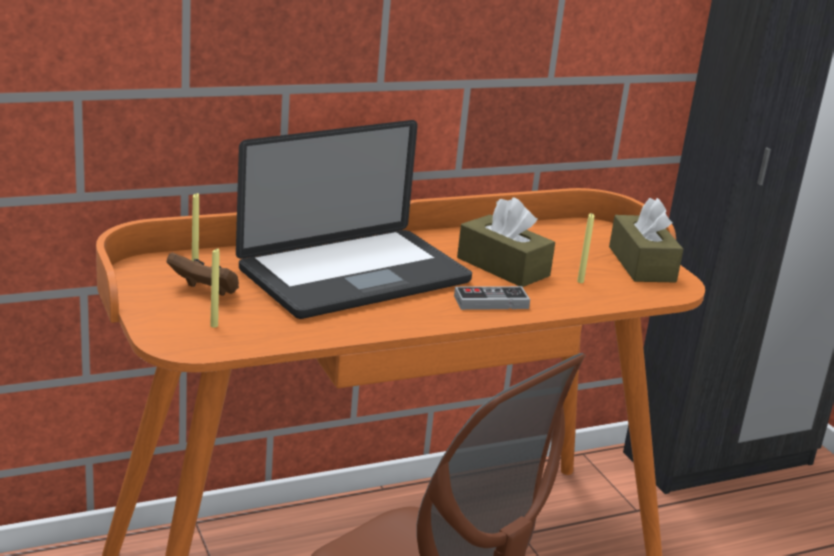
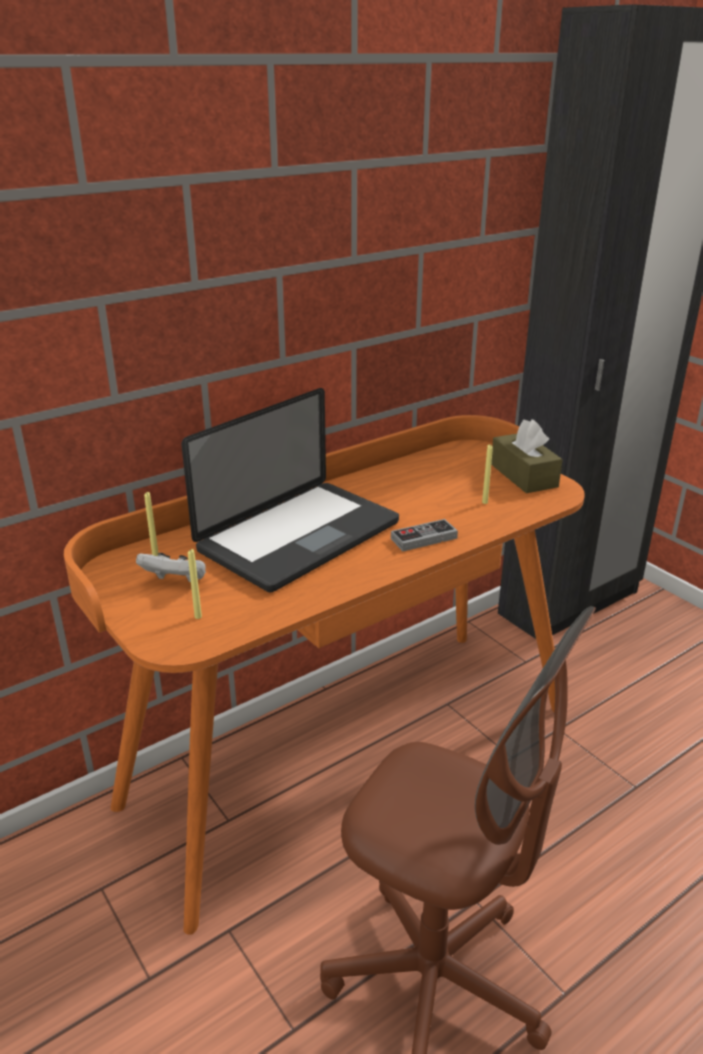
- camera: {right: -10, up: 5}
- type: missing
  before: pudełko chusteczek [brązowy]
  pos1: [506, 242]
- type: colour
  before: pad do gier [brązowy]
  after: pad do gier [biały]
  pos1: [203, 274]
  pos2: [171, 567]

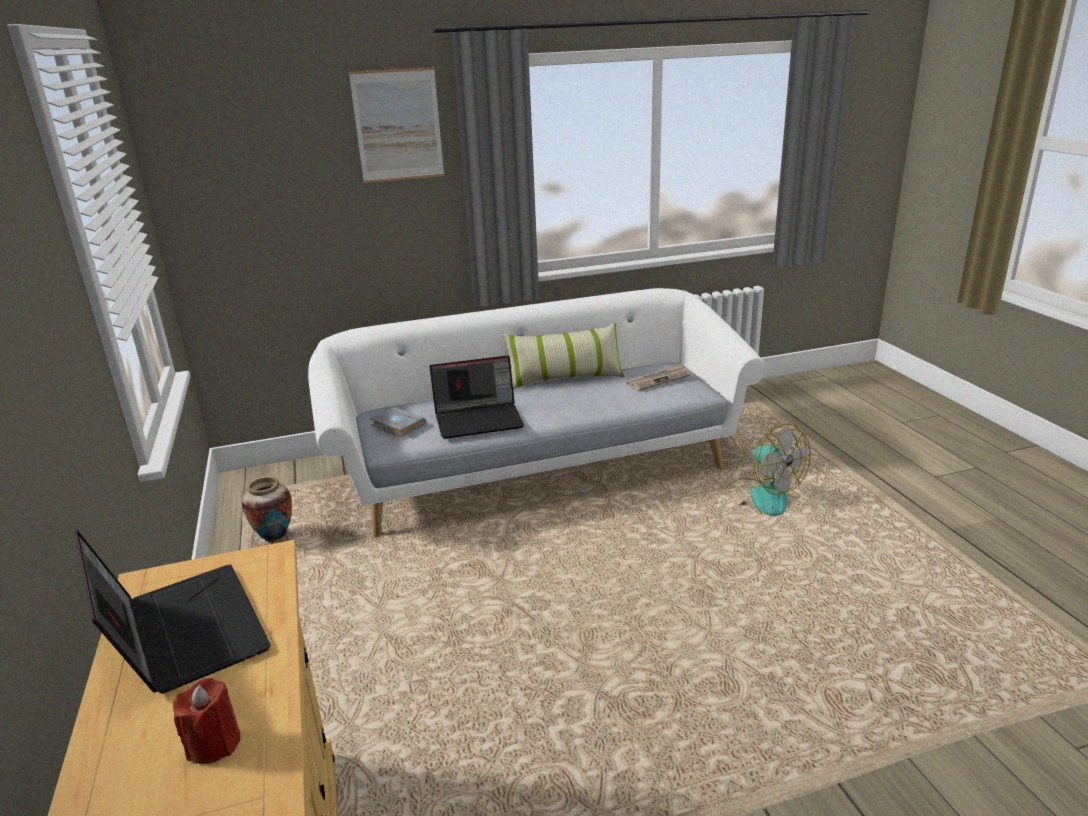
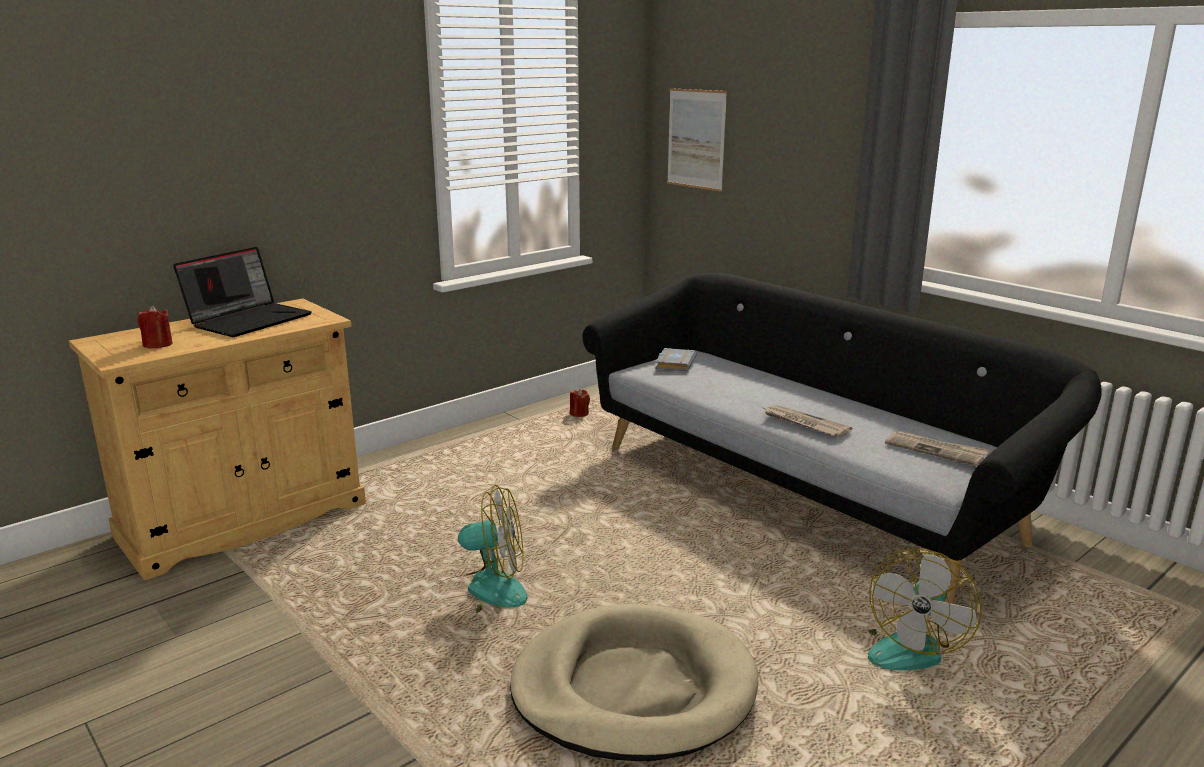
- camera: {right: 65, up: -5}
- type: relocated
  before: obraz
  pos1: [396, 125]
  pos2: [697, 140]
- type: colour
  before: kanapa [biały]
  after: kanapa [czarny]
  pos1: [536, 412]
  pos2: [842, 438]
- type: missing
  before: poduszka
  pos1: [563, 356]
- type: missing
  before: laptop
  pos1: [476, 397]
- type: exchanged
  before: wazon
  after: świeca [czerwony]
  pos1: [267, 509]
  pos2: [580, 403]
- type: appeared
  after: gazeta
  pos2: [808, 421]
- type: appeared
  after: wentylator
  pos2: [483, 549]
- type: appeared
  after: legowisko [beżowy]
  pos2: [634, 682]

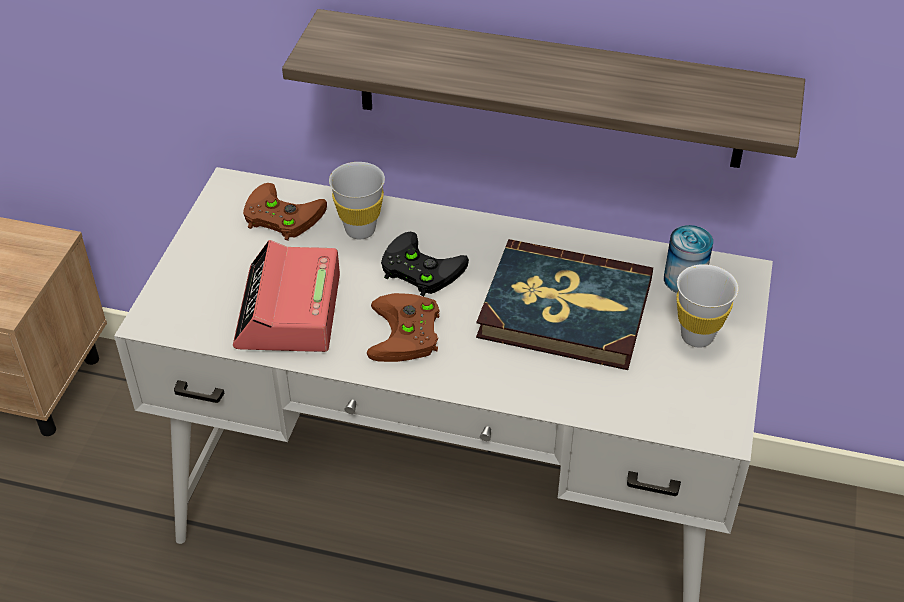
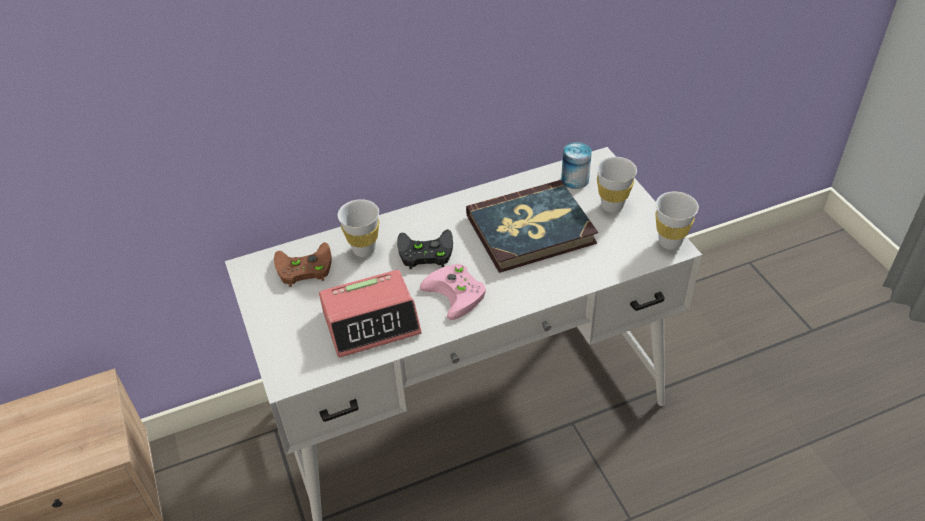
- camera: {right: -35, up: 0}
- type: missing
  before: półka
  pos1: [543, 88]
- type: spun
  before: budzik
  pos1: [286, 296]
  pos2: [370, 314]
  turn: -75
- type: colour
  before: pad do gier [brązowy]
  after: pad do gier [różowy]
  pos1: [403, 327]
  pos2: [453, 292]
- type: appeared
  after: filiżanka [biały]
  pos2: [677, 221]

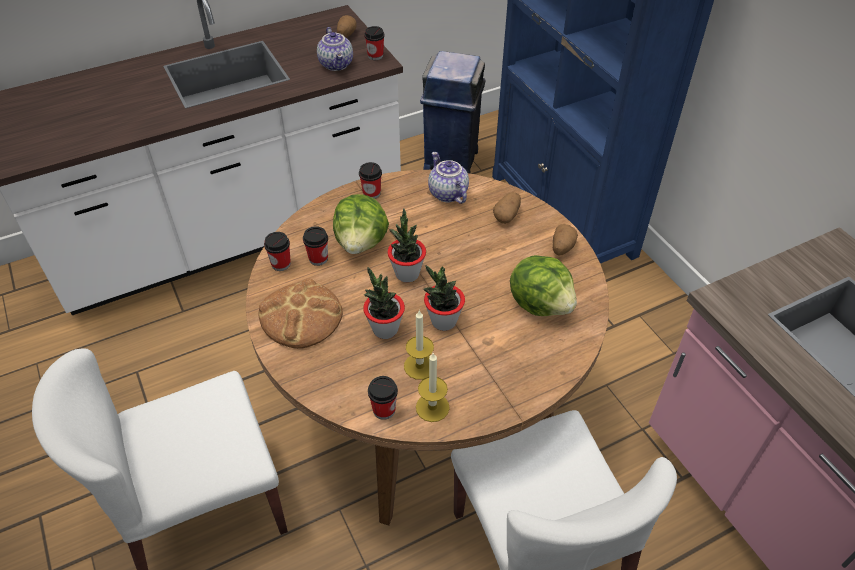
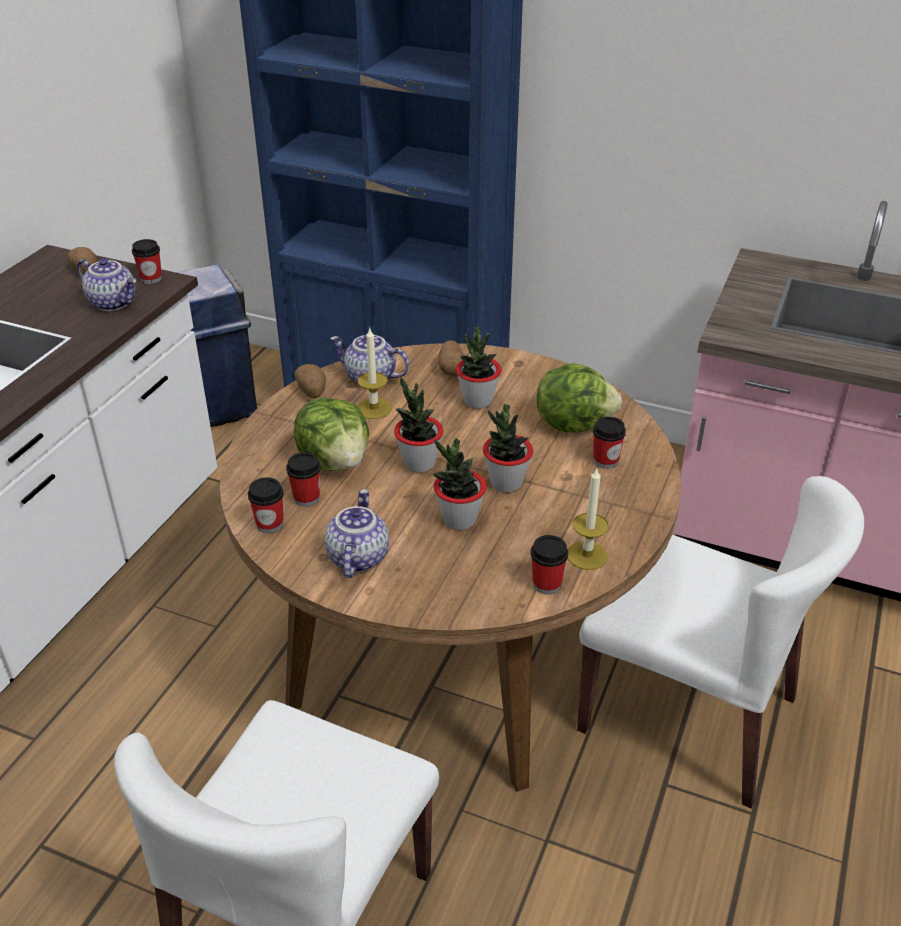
- camera: {right: -40, up: -10}
- type: relocated
  before: filiżanka
  pos1: [370, 180]
  pos2: [609, 442]
- type: relocated
  before: ziemniak
  pos1: [565, 239]
  pos2: [310, 381]
- type: exchanged
  before: chleb
  after: imbryk
  pos1: [300, 313]
  pos2: [357, 533]
- type: relocated
  before: świeca
  pos1: [419, 345]
  pos2: [374, 373]
- type: appeared
  after: roślina doniczkowa
  pos2: [479, 368]

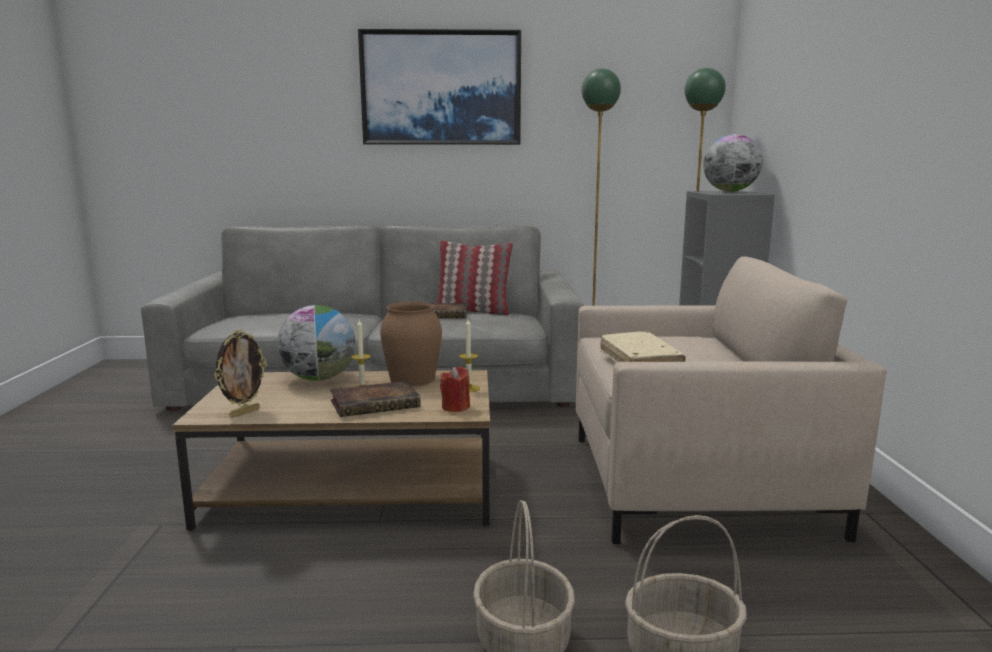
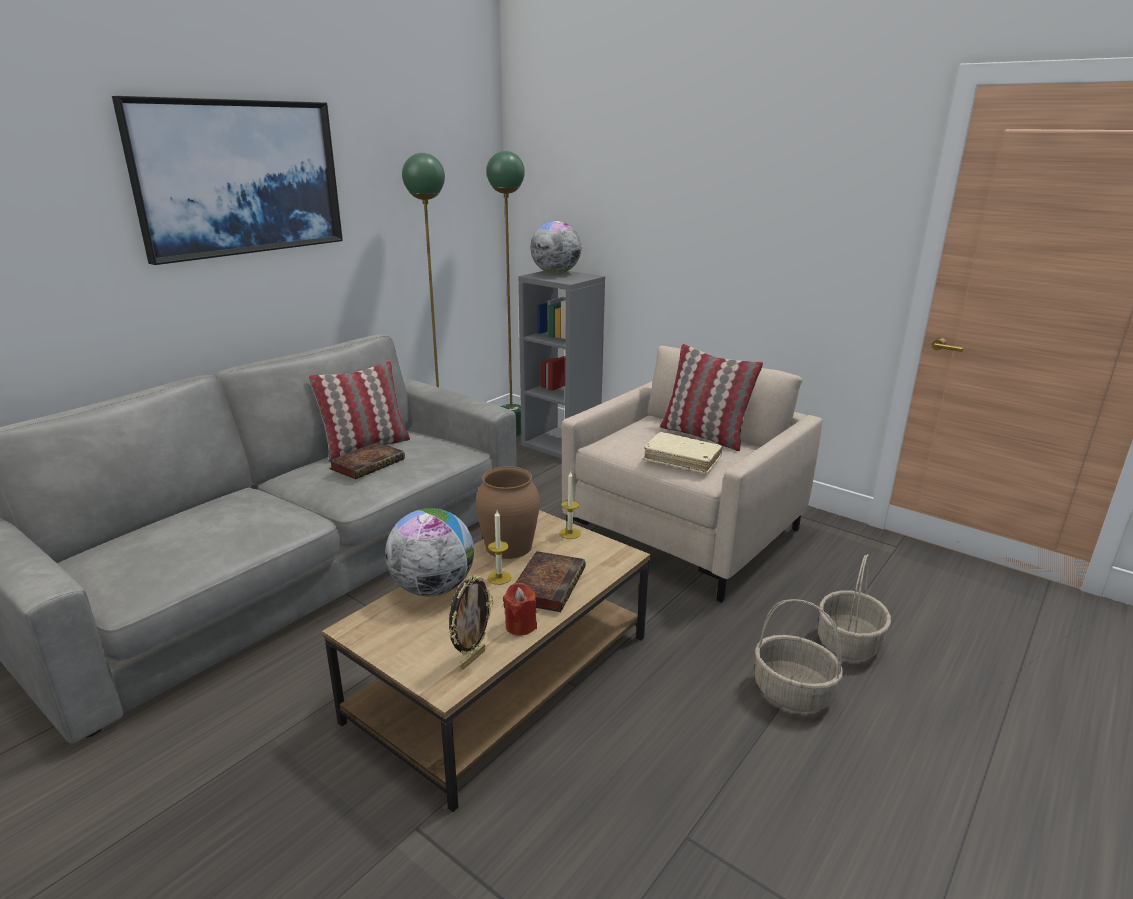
- camera: {right: -50, up: 10}
- type: spun
  before: ramka na zdjęcie
  pos1: [240, 374]
  pos2: [471, 622]
  turn: 45
- type: relocated
  before: świeca [czerwony]
  pos1: [455, 389]
  pos2: [520, 609]
- type: appeared
  after: poduszka
  pos2: [711, 397]

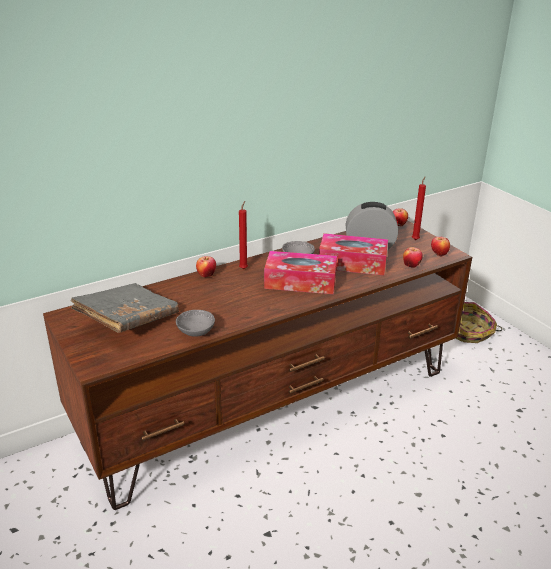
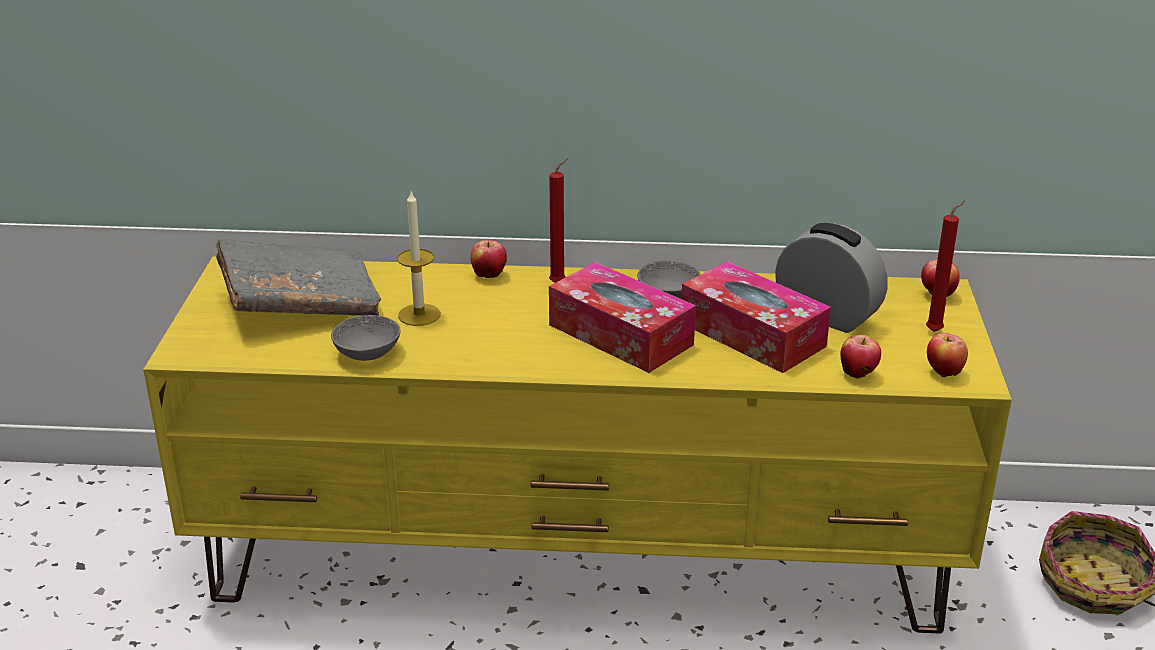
- camera: {right: 35, up: 0}
- type: colour
  before: szafka pod telewizor [brązowy]
  after: szafka pod telewizor [żółty]
  pos1: [257, 365]
  pos2: [577, 445]
- type: appeared
  after: świeca
  pos2: [419, 258]

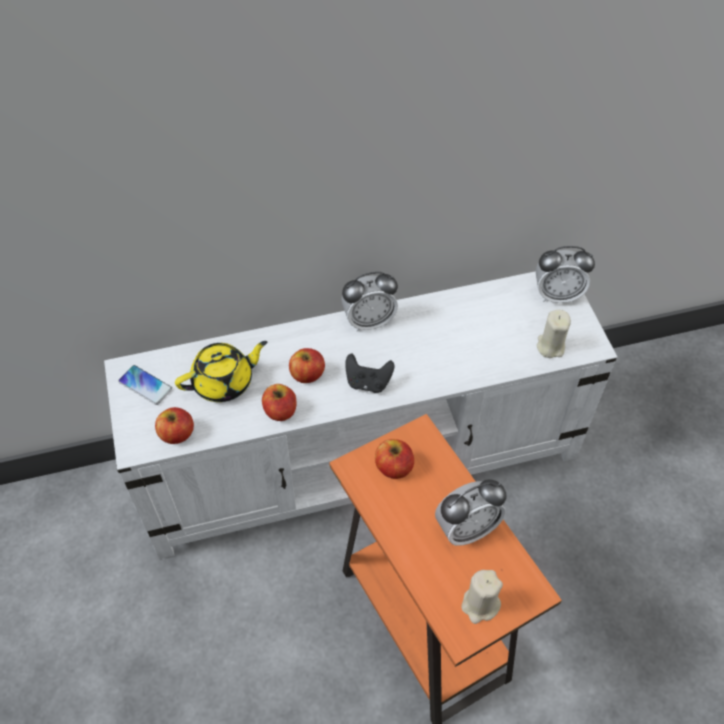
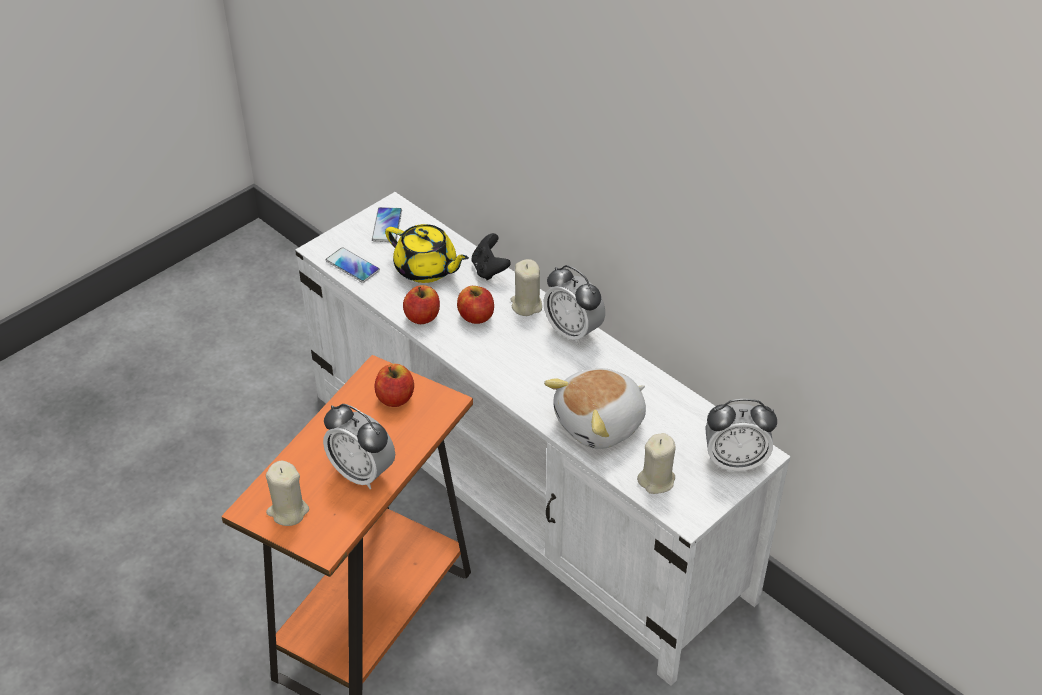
- camera: {right: 60, up: -10}
- type: spun
  before: budzik
  pos1: [565, 274]
  pos2: [741, 435]
  turn: -60
- type: relocated
  before: pad do gier [czarny]
  pos1: [369, 373]
  pos2: [491, 257]
- type: exchanged
  before: jabłko
  after: telefon
  pos1: [174, 425]
  pos2: [353, 265]
- type: appeared
  after: świeca [beżowy]
  pos2: [526, 287]
- type: appeared
  after: pluszak
  pos2: [595, 408]

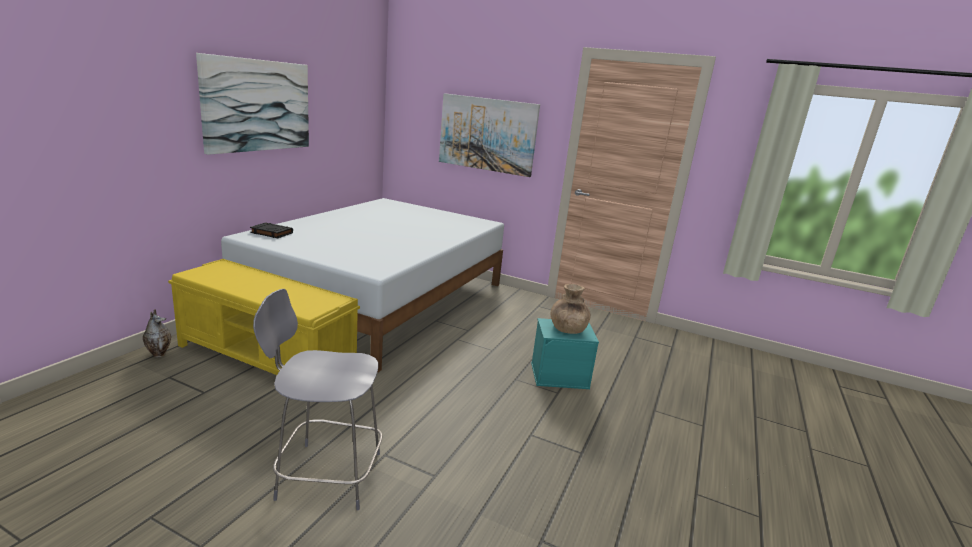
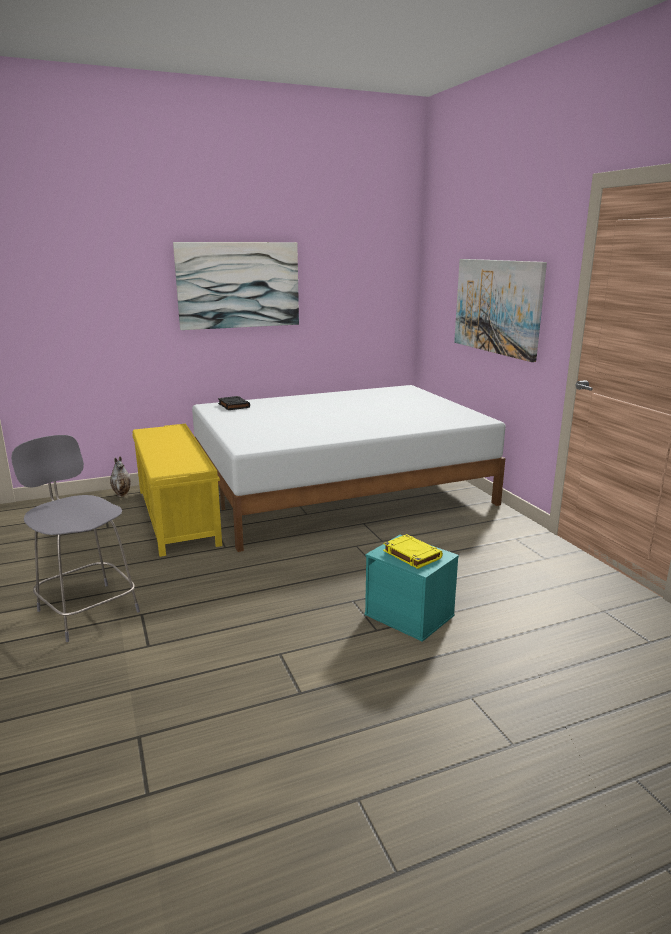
- camera: {right: 45, up: 0}
- type: exchanged
  before: wazon [brązowy]
  after: książka [żółty]
  pos1: [570, 309]
  pos2: [413, 551]

